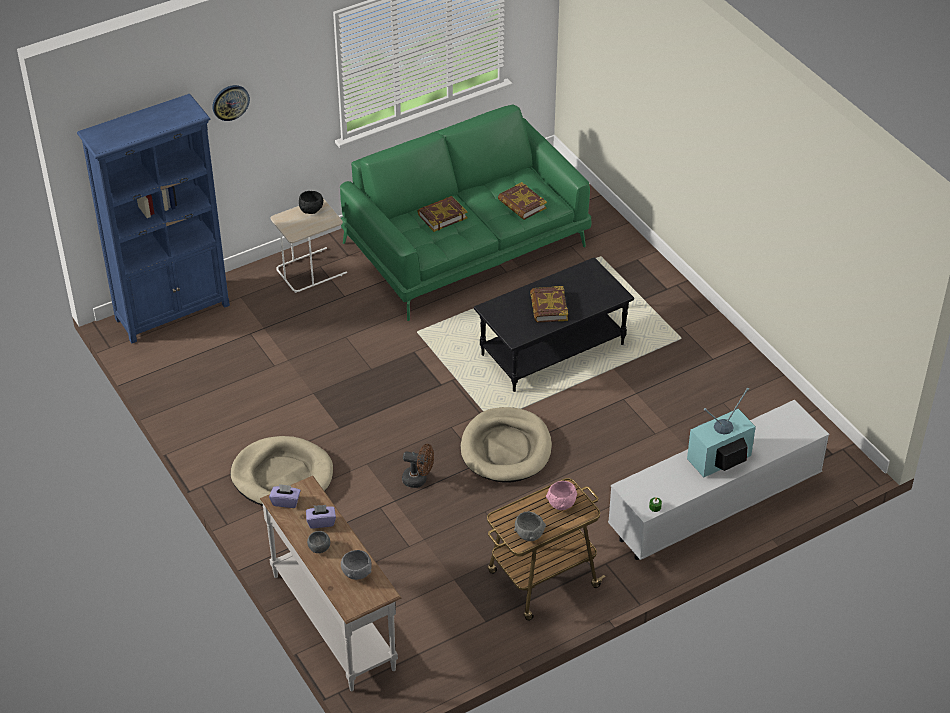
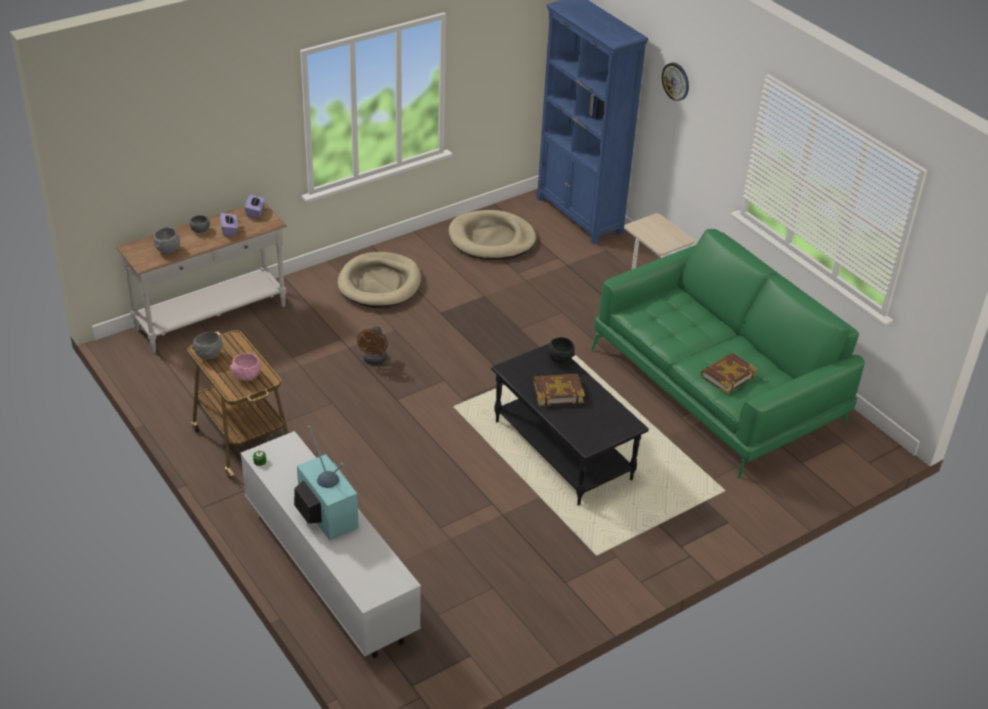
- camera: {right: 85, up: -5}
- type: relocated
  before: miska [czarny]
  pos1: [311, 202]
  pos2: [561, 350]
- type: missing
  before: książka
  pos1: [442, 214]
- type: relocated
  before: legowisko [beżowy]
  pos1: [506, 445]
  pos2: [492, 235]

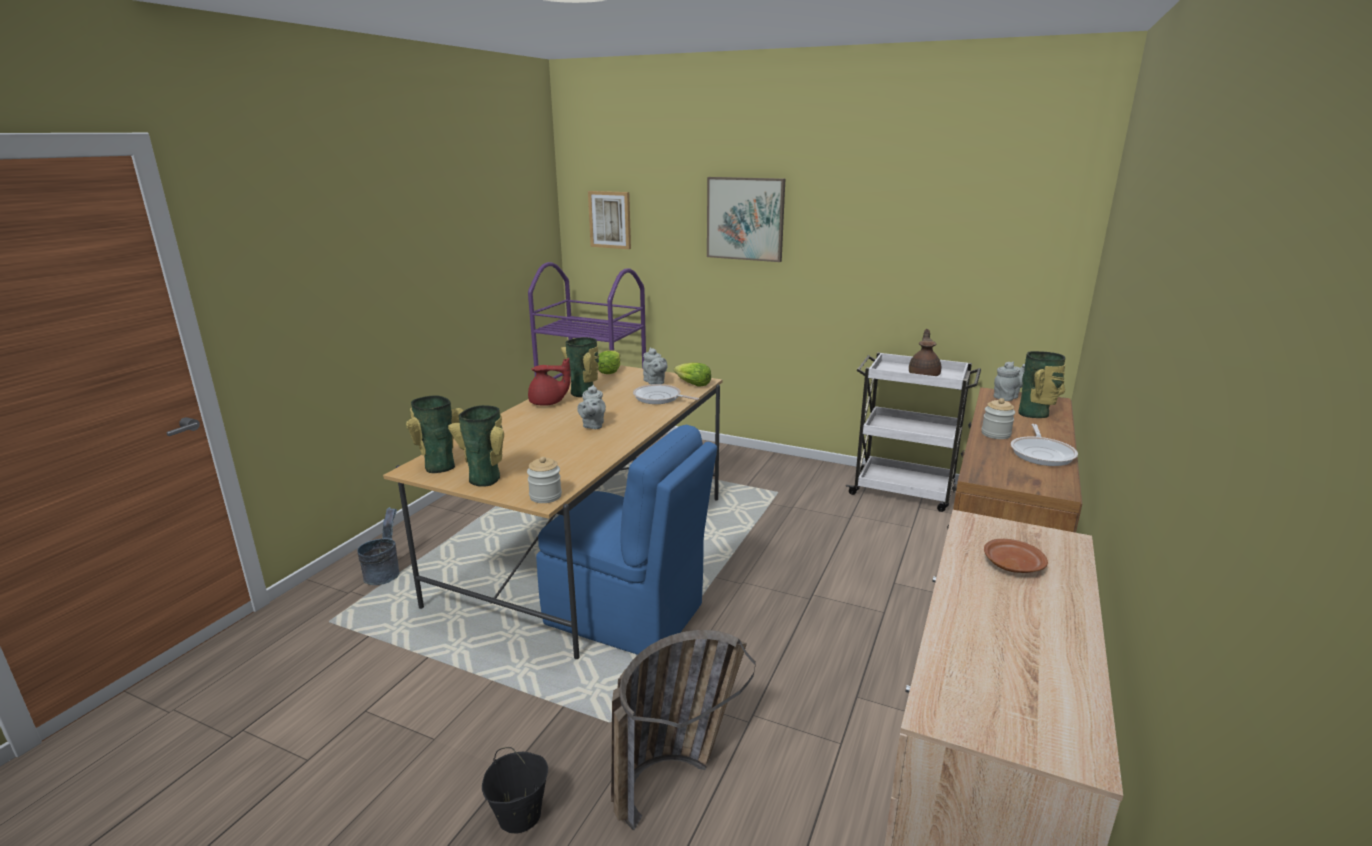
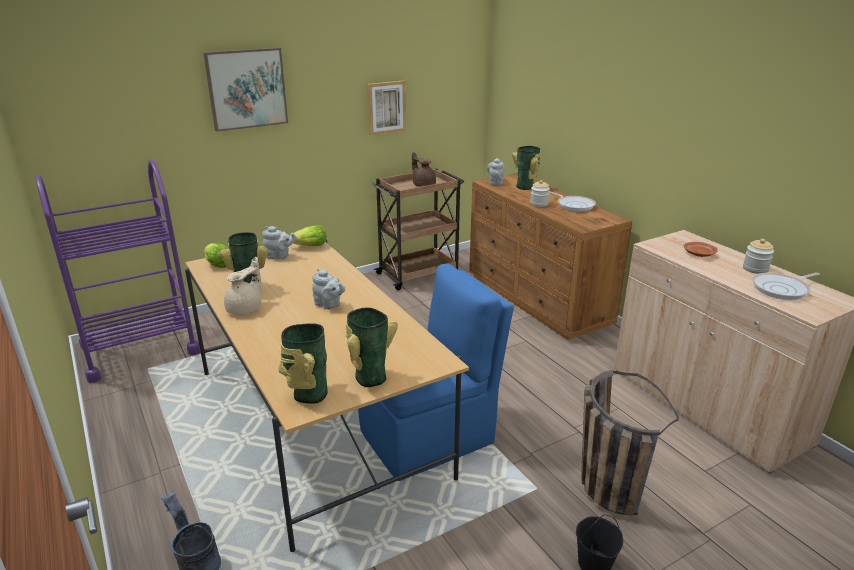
- camera: {right: -55, up: 5}
- type: relocated
  before: obraz
  pos1: [609, 220]
  pos2: [386, 107]
- type: colour
  before: wózek [biały]
  after: wózek [brązowy]
  pos1: [913, 432]
  pos2: [418, 229]
- type: colour
  before: imbryk [czerwony]
  after: imbryk [beżowy]
  pos1: [549, 382]
  pos2: [242, 286]
- type: relocated
  before: patelnia
  pos1: [666, 394]
  pos2: [786, 286]
- type: relocated
  before: słoik
  pos1: [544, 479]
  pos2: [758, 256]

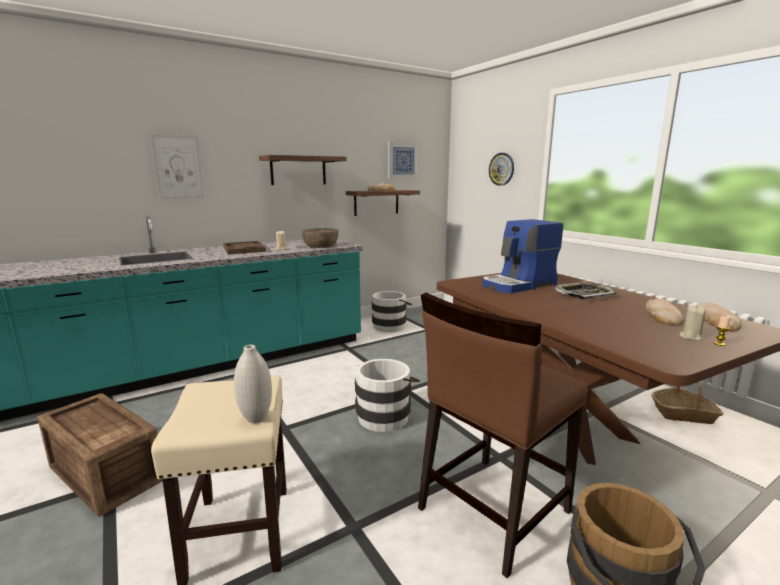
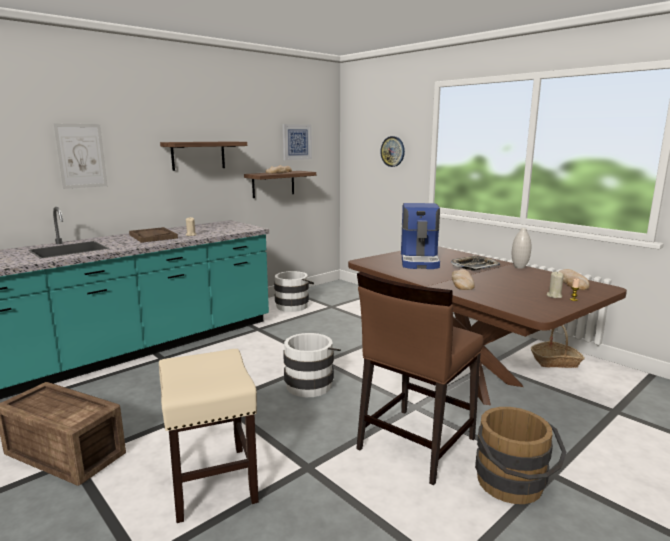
- camera: {right: -10, up: 0}
- type: spun
  before: ekspres do kawy
  pos1: [523, 256]
  pos2: [420, 236]
  turn: -45
- type: missing
  before: miska [brązowy]
  pos1: [320, 238]
- type: relocated
  before: chleb
  pos1: [665, 312]
  pos2: [463, 279]
- type: relocated
  before: wazon [biały]
  pos1: [253, 384]
  pos2: [521, 248]

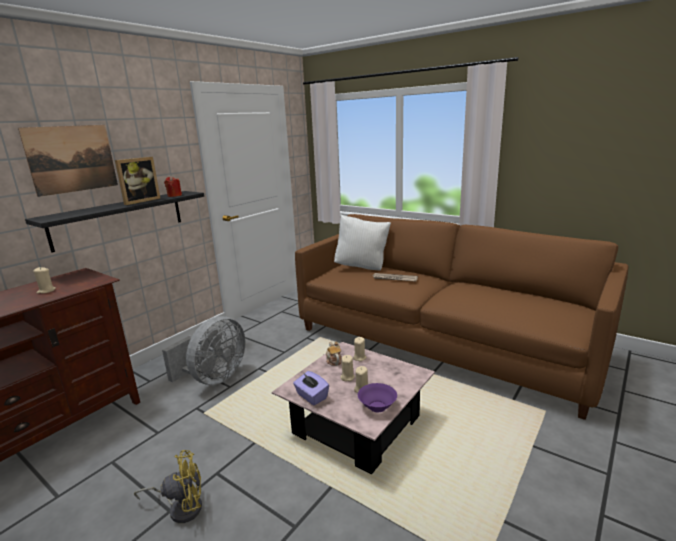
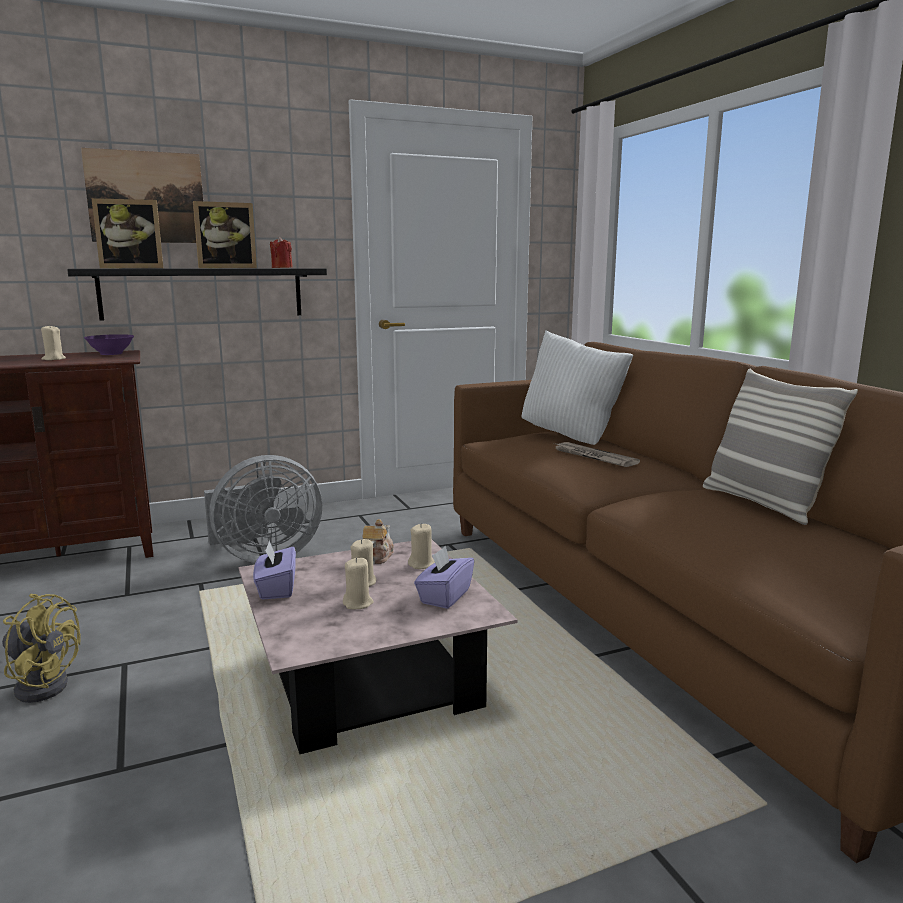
- camera: {right: 30, up: -5}
- type: relocated
  before: miska [fioletowy]
  pos1: [377, 397]
  pos2: [109, 344]
- type: appeared
  after: ramka na zdjęcie
  pos2: [127, 233]
- type: appeared
  after: poduszka
  pos2: [780, 447]
- type: appeared
  after: pudełko chusteczek [fioletowy]
  pos2: [444, 577]

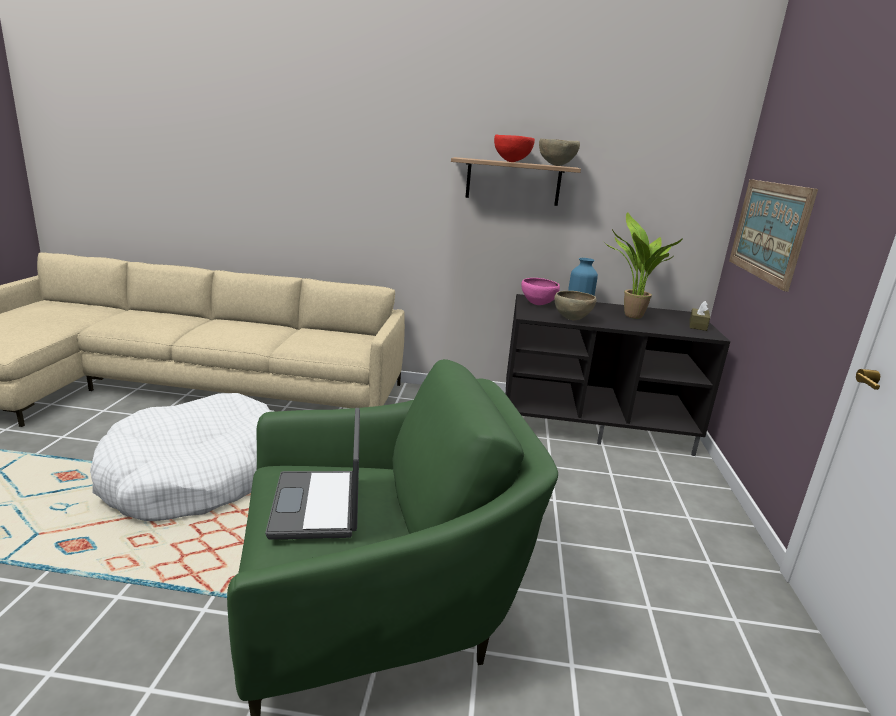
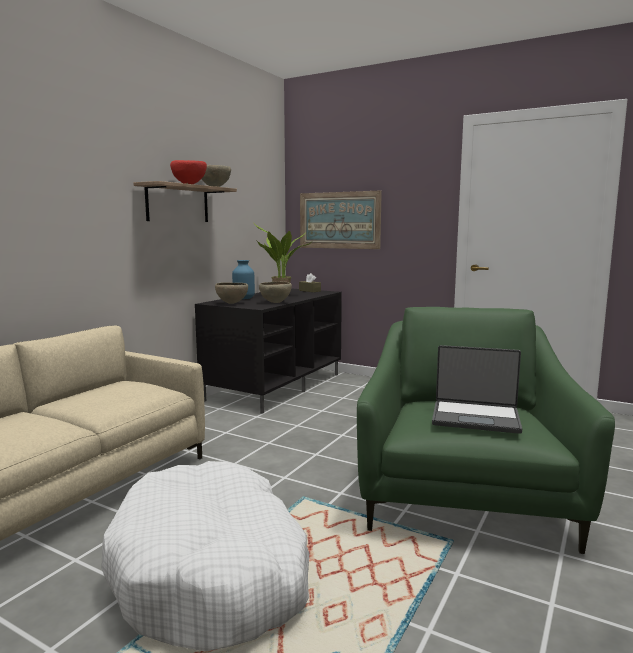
- camera: {right: -65, up: -10}
- type: colour
  before: miska [różowy]
  after: miska [brązowy]
  pos1: [540, 291]
  pos2: [231, 293]

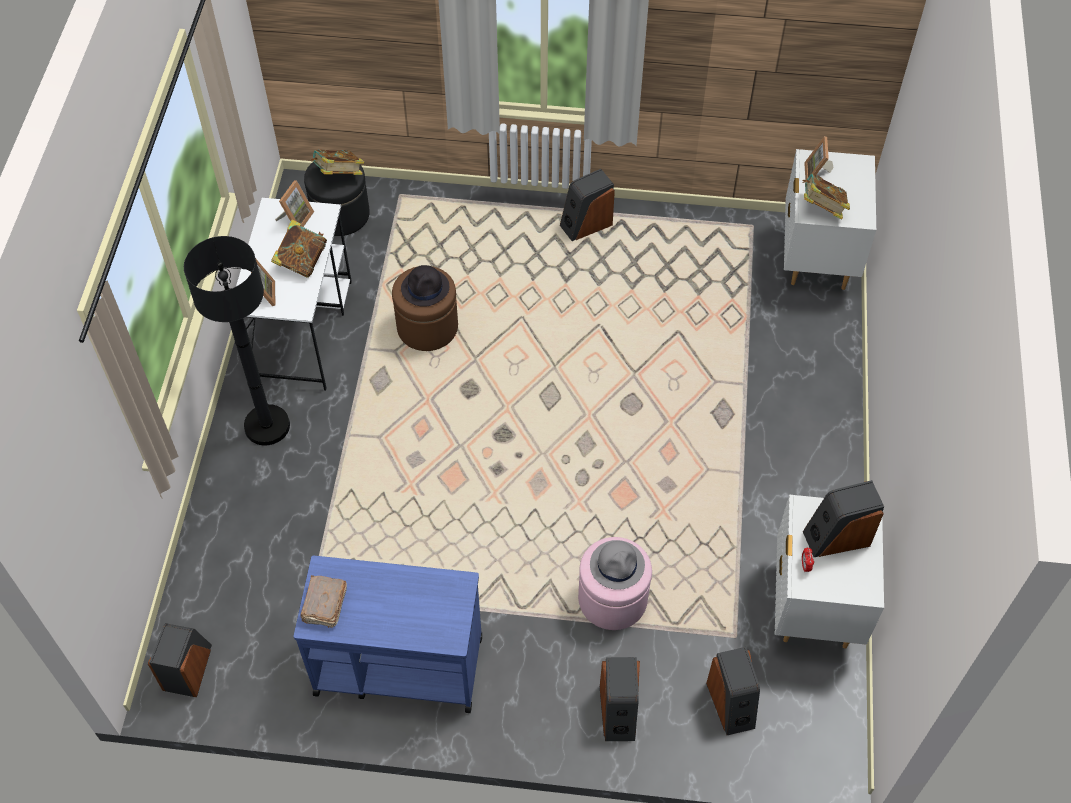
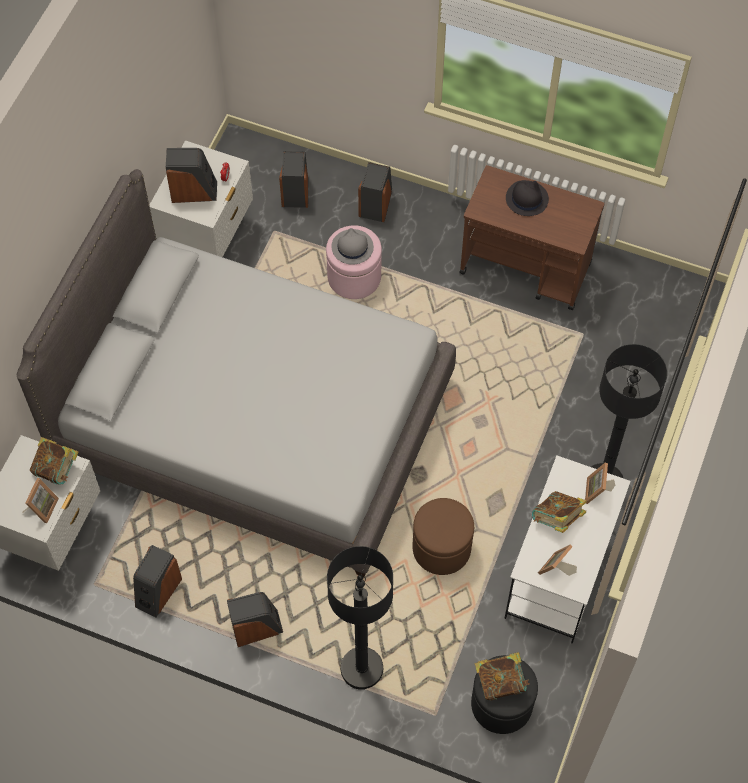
- camera: {right: -165, up: 5}
- type: relocated
  before: kapelusz [czarny]
  pos1: [425, 286]
  pos2: [527, 198]
- type: colour
  before: wózek [niebieski]
  after: wózek [brązowy]
  pos1: [388, 634]
  pos2: [532, 237]
- type: missing
  before: książka [brązowy]
  pos1: [323, 601]
- type: relocated
  before: głośnik
  pos1: [180, 660]
  pos2: [157, 581]
- type: appeared
  after: łóżko [szary]
  pos2: [236, 373]
- type: appeared
  after: lampa stojąca [czarny]
  pos2: [360, 618]

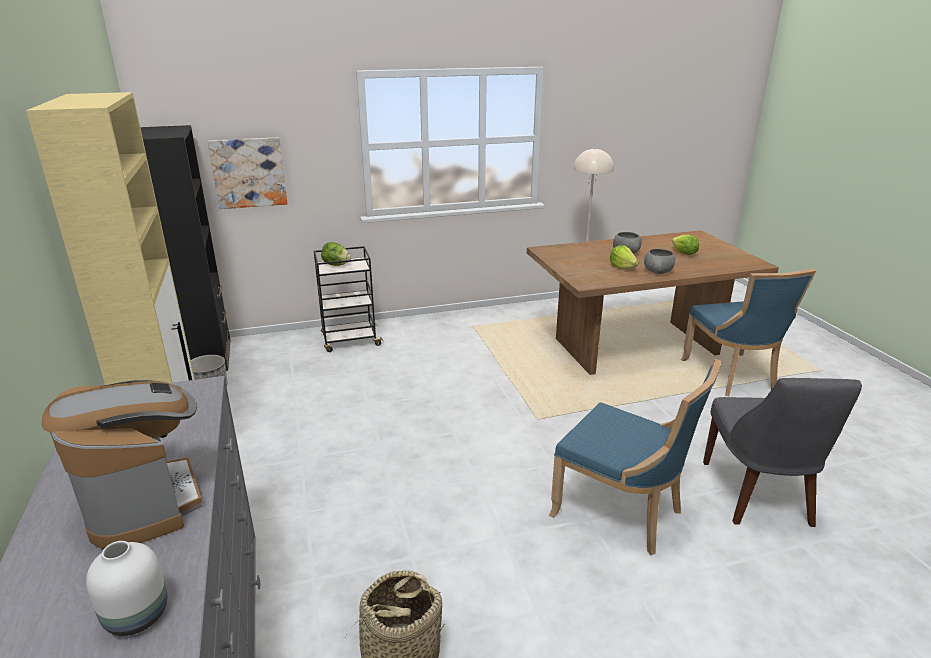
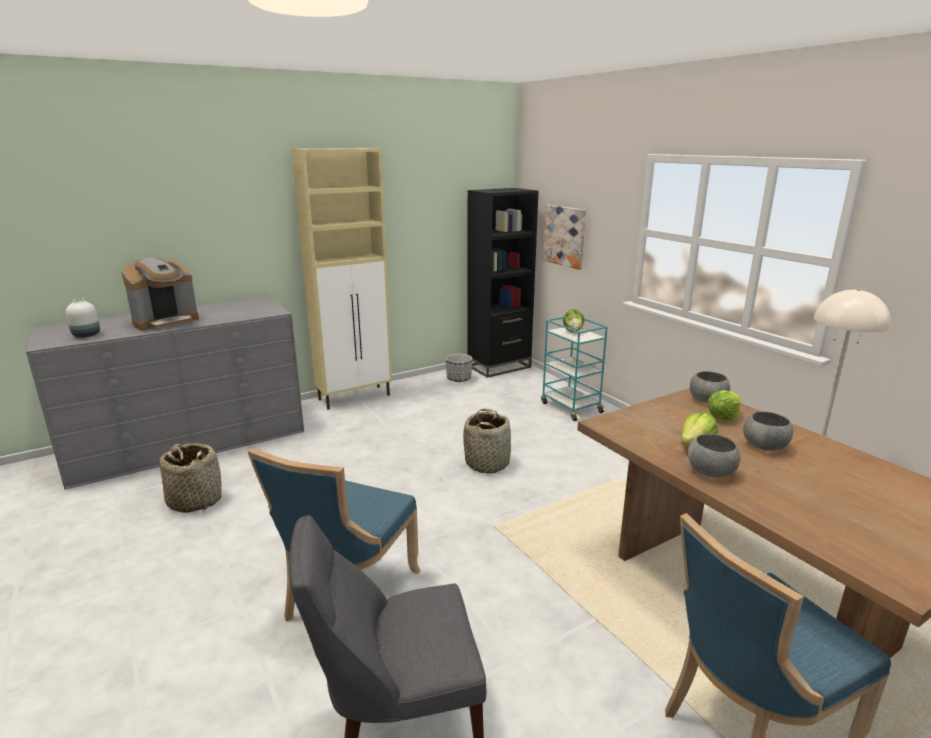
- camera: {right: 75, up: -5}
- type: relocated
  before: sałata
  pos1: [685, 244]
  pos2: [724, 405]
- type: colour
  before: wózek [czarny]
  after: wózek [turkusowy]
  pos1: [349, 299]
  pos2: [574, 369]
- type: appeared
  after: miska [szary]
  pos2: [710, 387]
- type: appeared
  after: koszyk
  pos2: [487, 441]

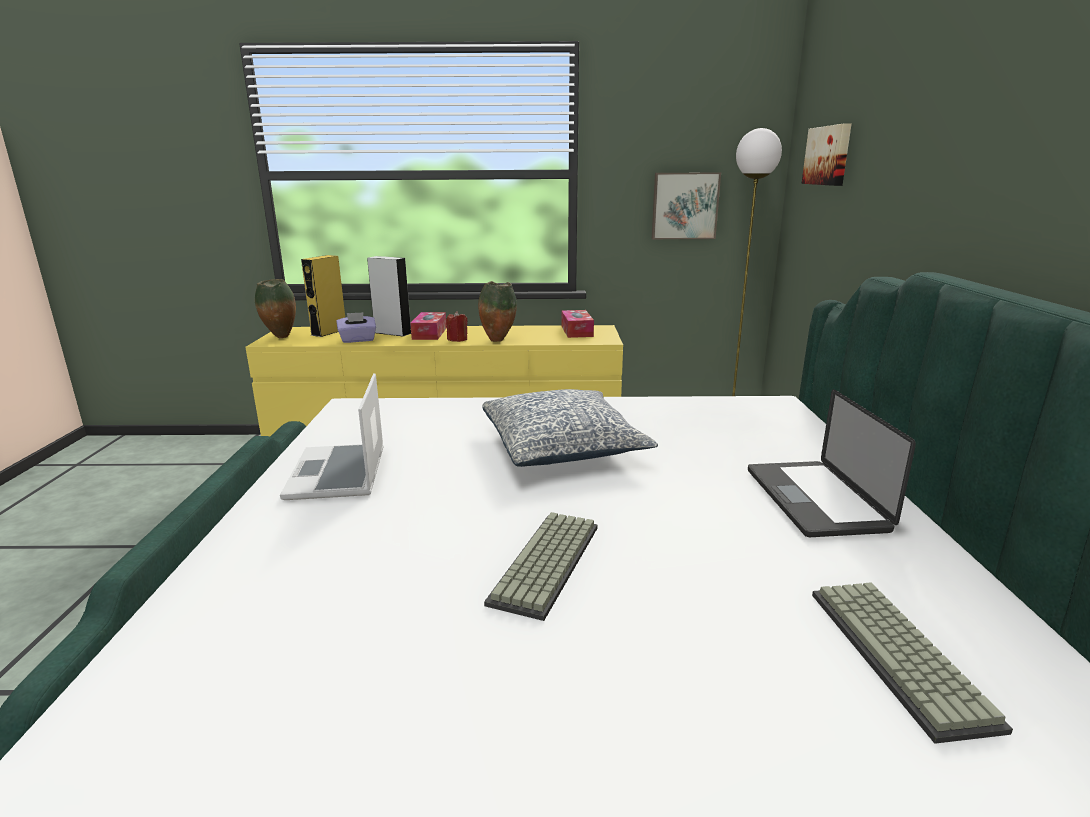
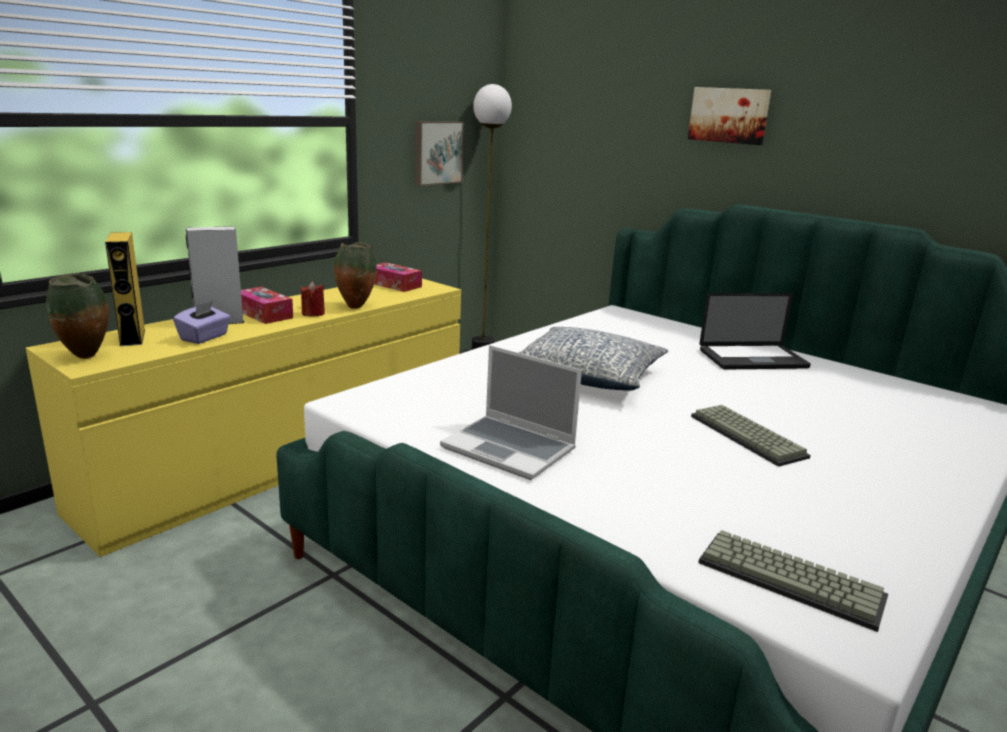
- camera: {right: -50, up: 0}
- type: relocated
  before: obraz
  pos1: [827, 154]
  pos2: [729, 116]
- type: spun
  before: laptop
  pos1: [832, 463]
  pos2: [755, 331]
  turn: -45
- type: relocated
  before: klawiatura
  pos1: [912, 663]
  pos2: [793, 581]

